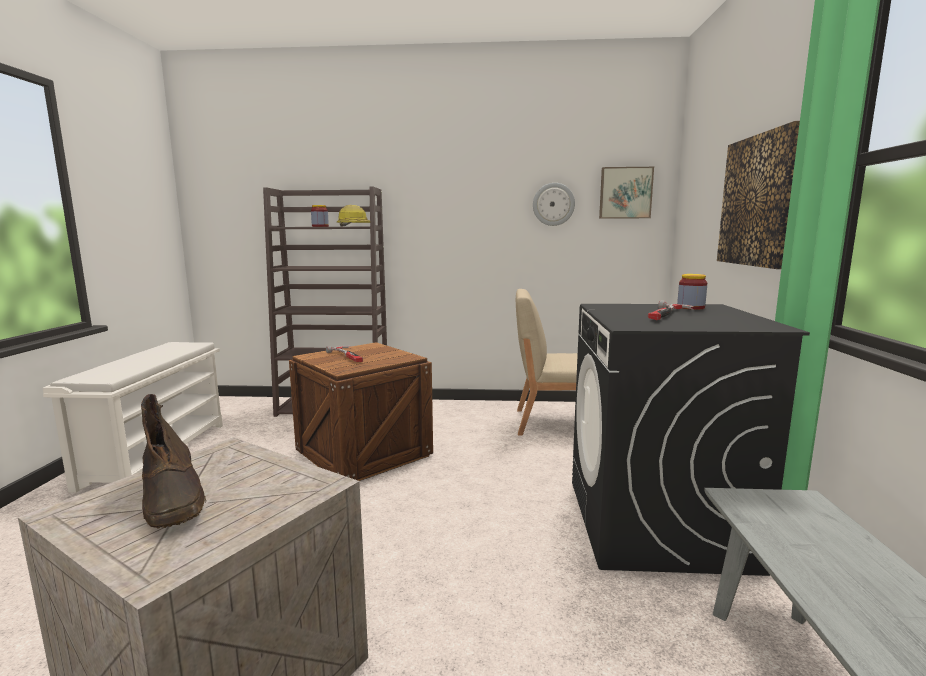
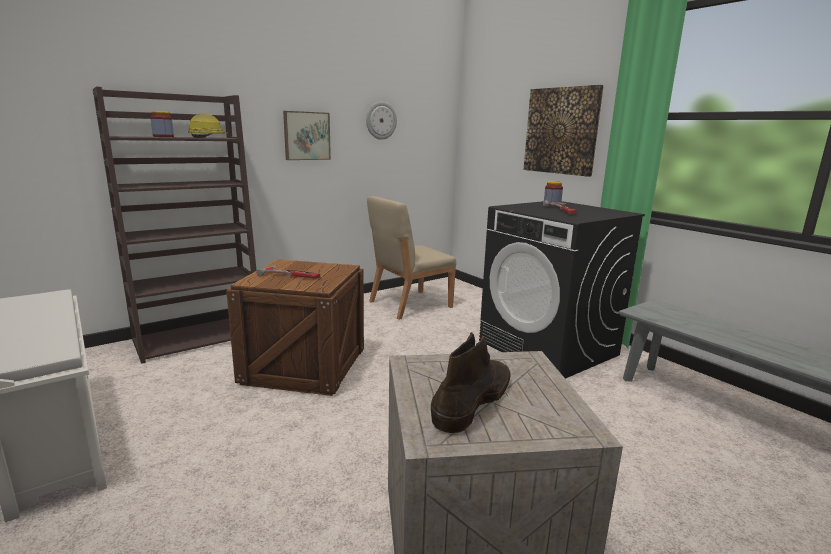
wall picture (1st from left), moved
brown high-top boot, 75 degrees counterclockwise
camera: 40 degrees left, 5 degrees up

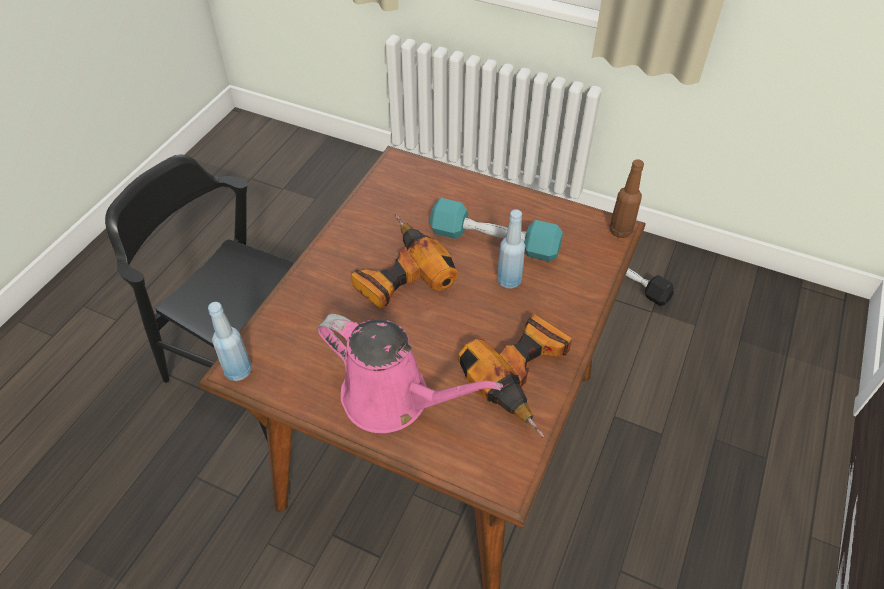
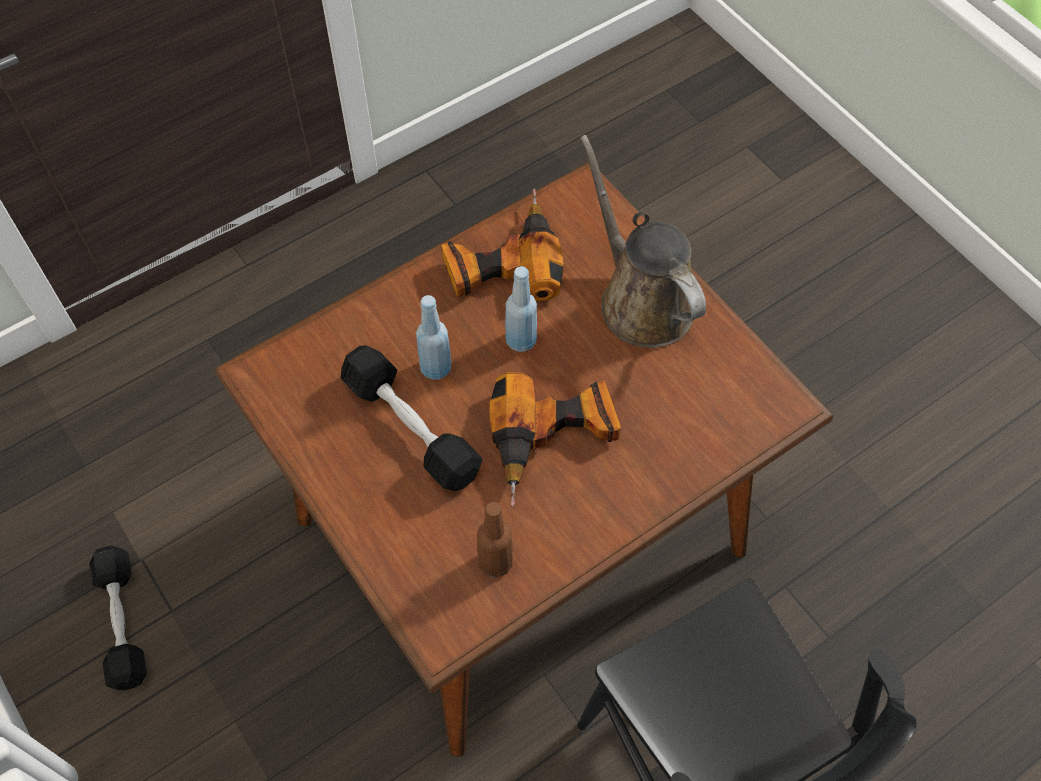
brown drink bottle, moved
blue-green hand weight => black hand weight (2nd from left)
blue-coloured drink bottle (1st from left in the first image) => blue-coloured drink bottle (2nd from left), moved
pink sprinkling can => brown sprinkling can
camera: 150 degrees left, 10 degrees up

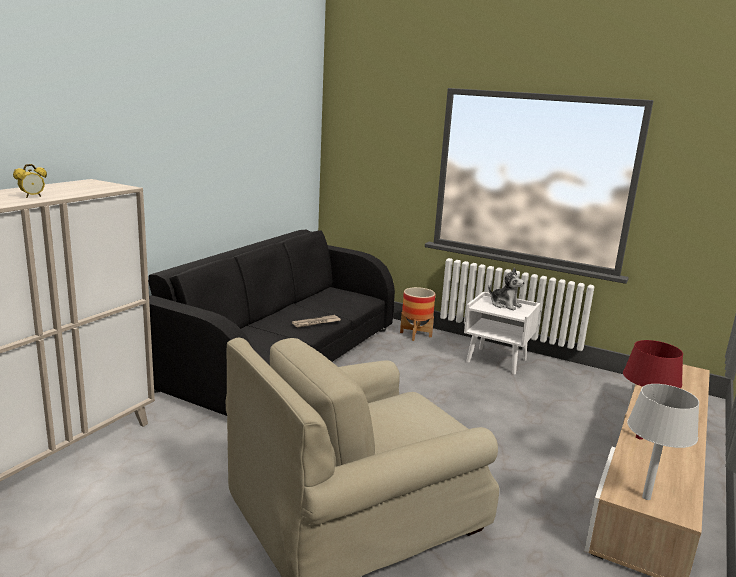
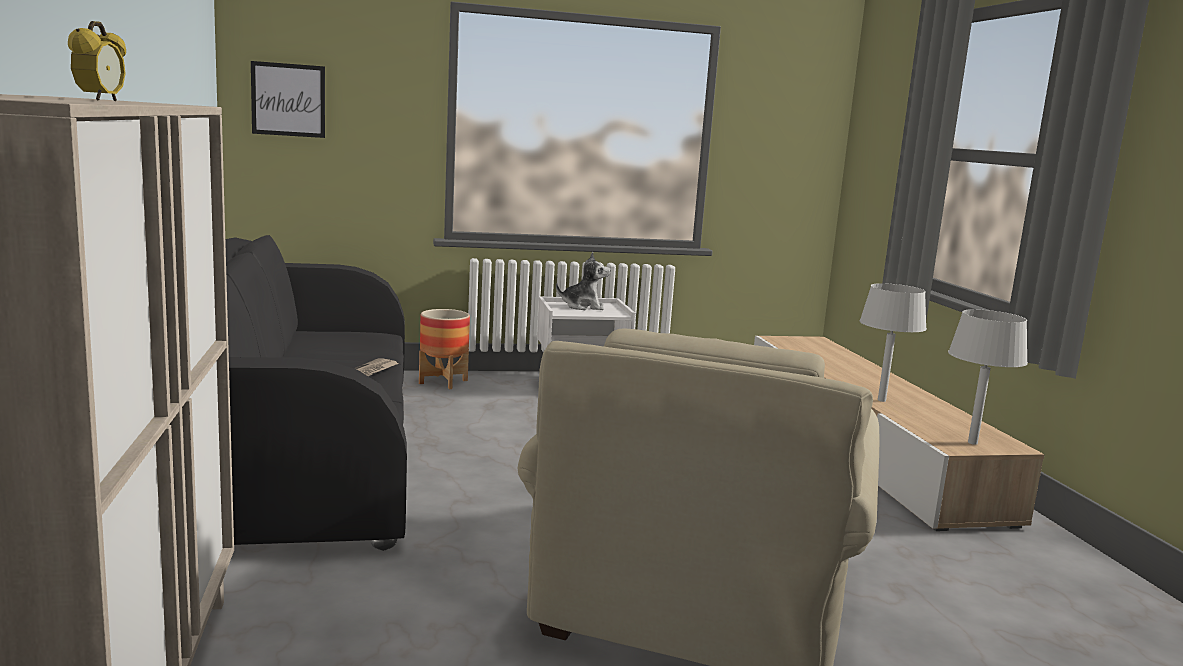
red lamp for a table => greyish lamp for a table (1st from left)
nothing => wall picture
camera: 40 degrees left, 5 degrees down

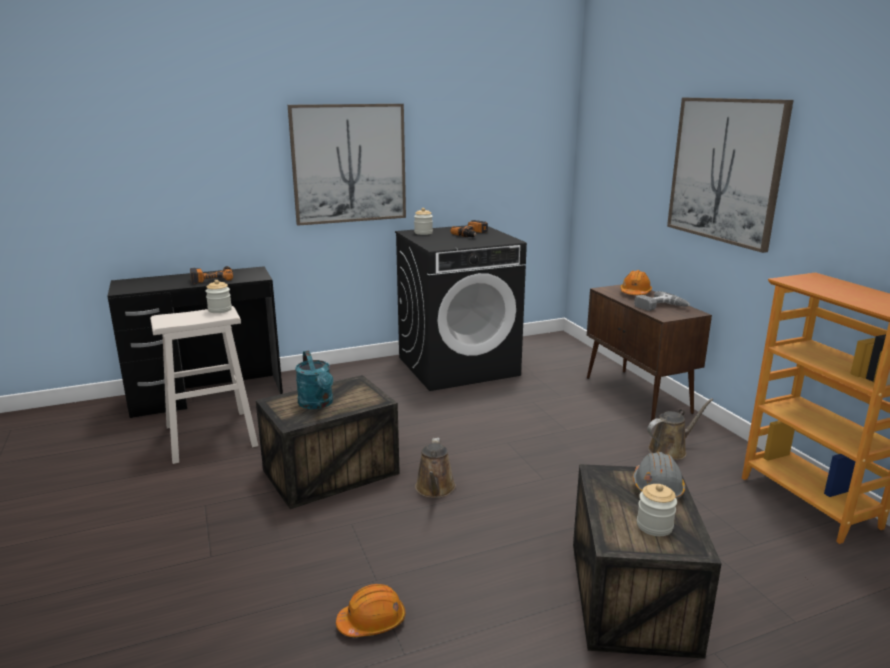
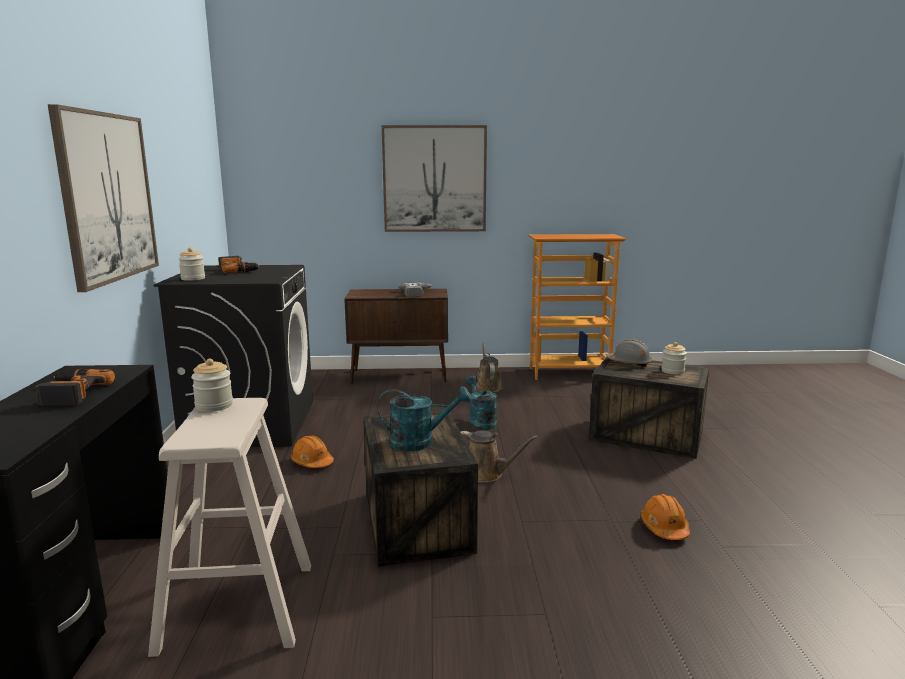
orangey hard hat (2nd from left in the first image) => orangey hard hat (1st from left), moved
nothing => blue-green sprinkling can (2nd from left)
camera: 70 degrees left, 5 degrees down

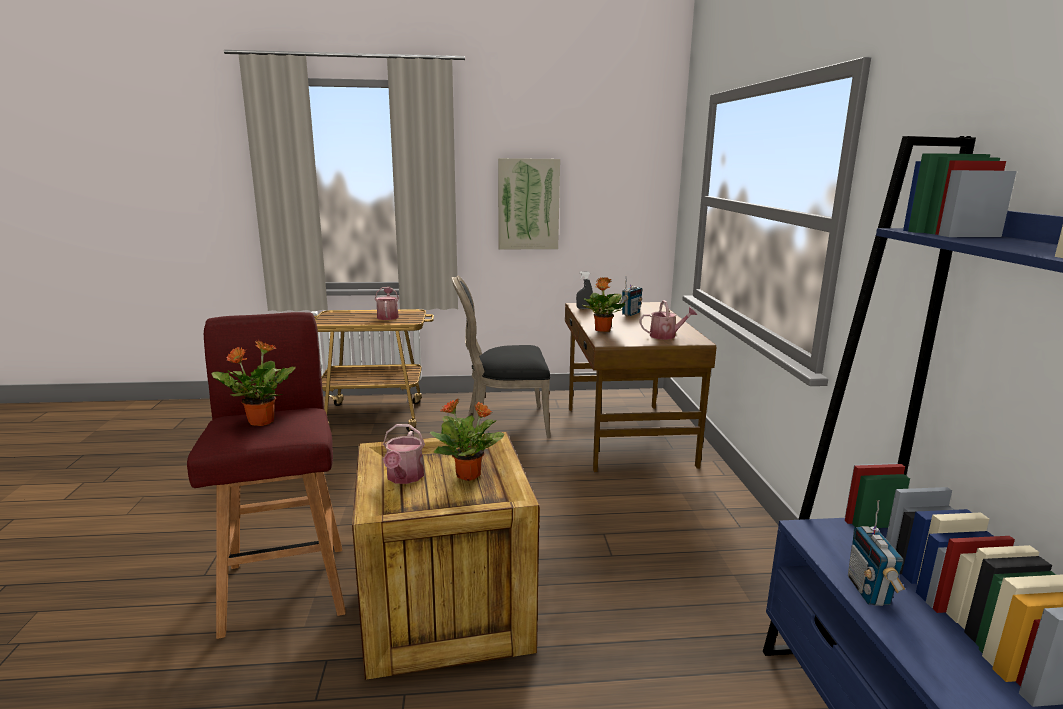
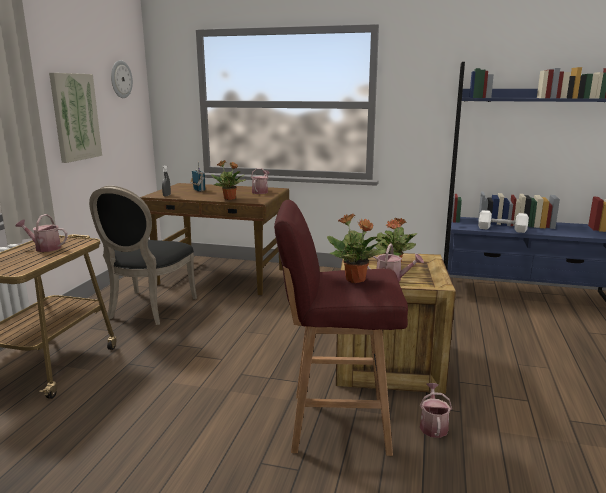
radio set (2nd from left) => white hand weight
nothing => hanging clock
nothing => sprinkling can (4th from left)
camera: 70 degrees left, 0 degrees up

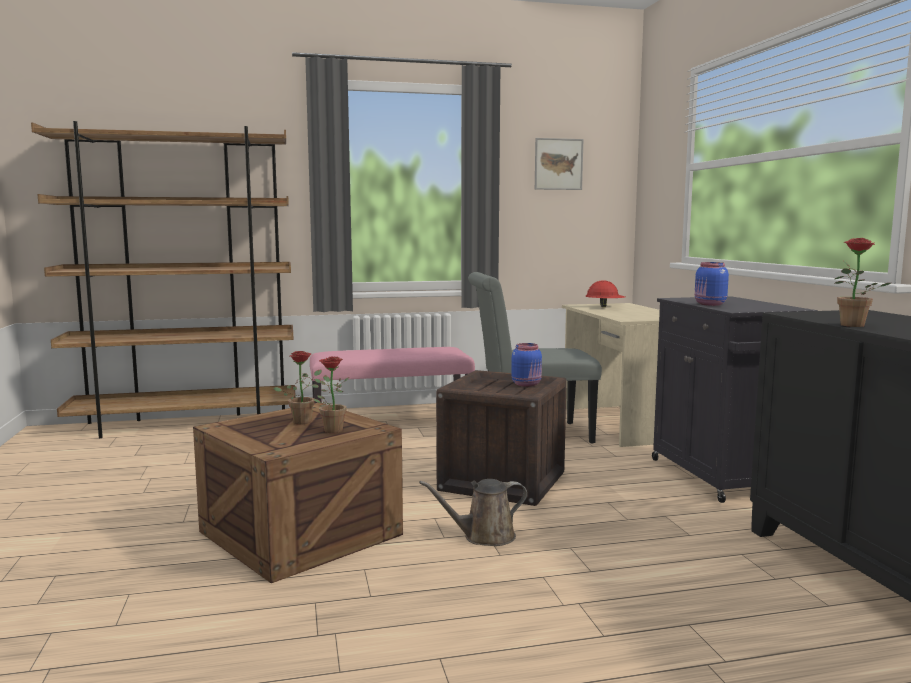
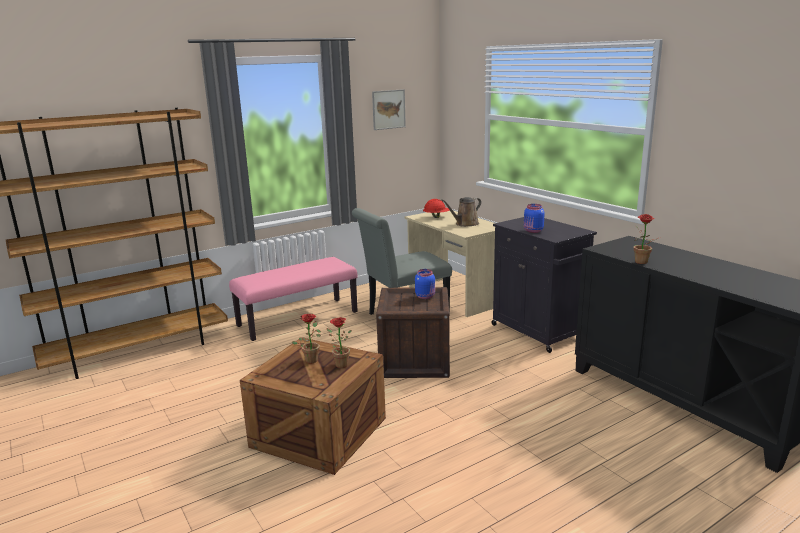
brown sprinkling can, moved
camera: 20 degrees left, 10 degrees up

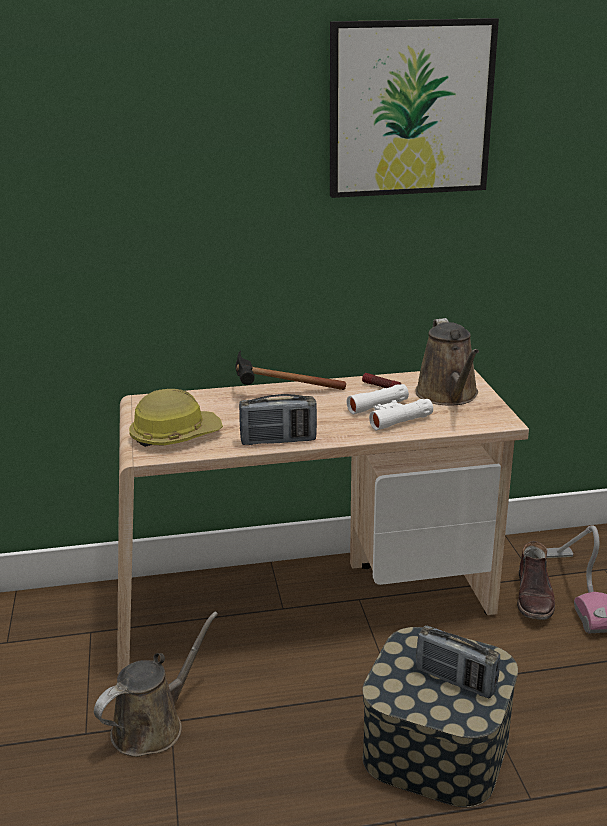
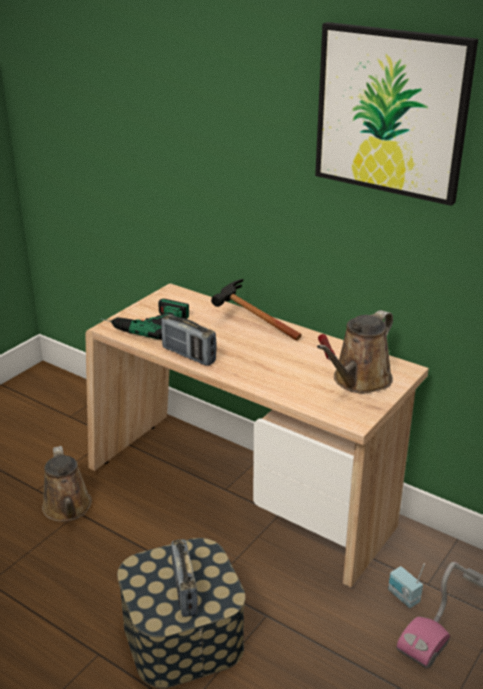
white binoculars => nothing
hard hat => electric drill
brown high-top boot => radio set (3rd from left)
brown sprinkling can (1st from left), 75 degrees clockwise
camera: 45 degrees right, 5 degrees up

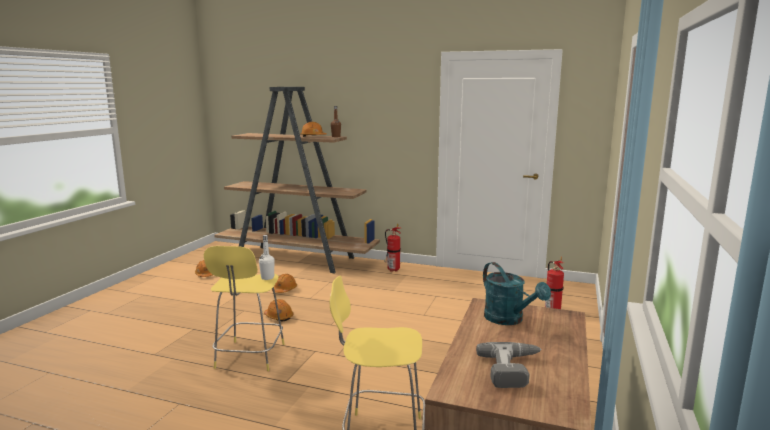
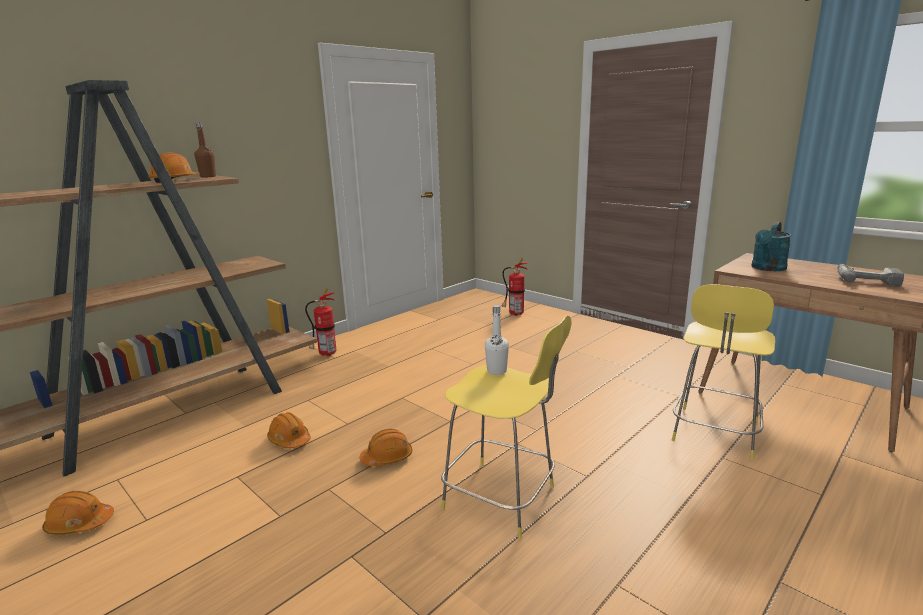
blue-green sprinkling can, 135 degrees clockwise
camera: 65 degrees left, 5 degrees up

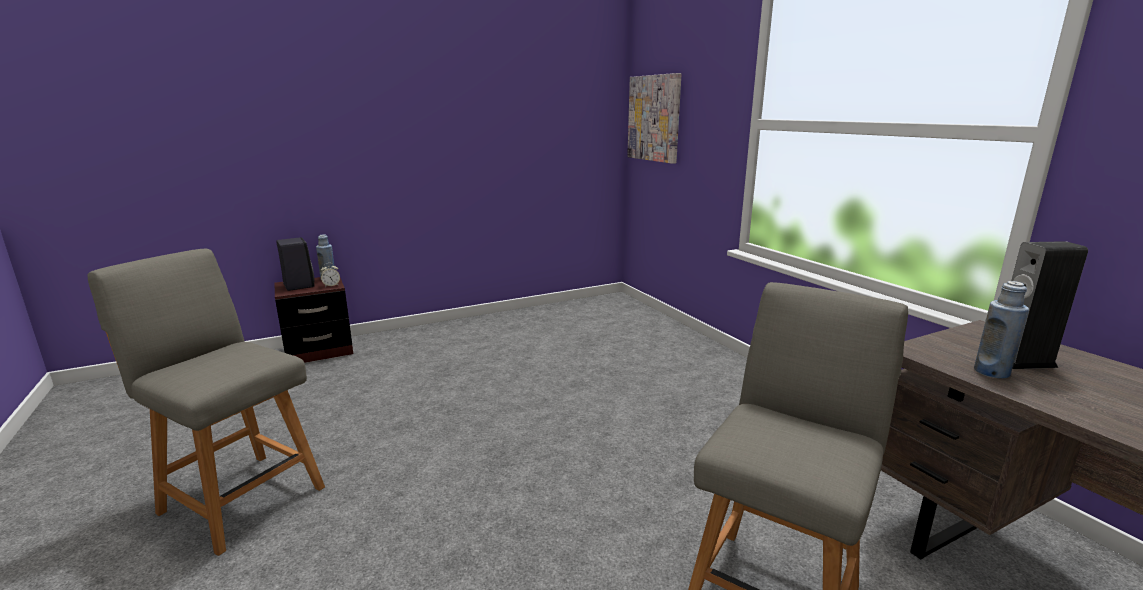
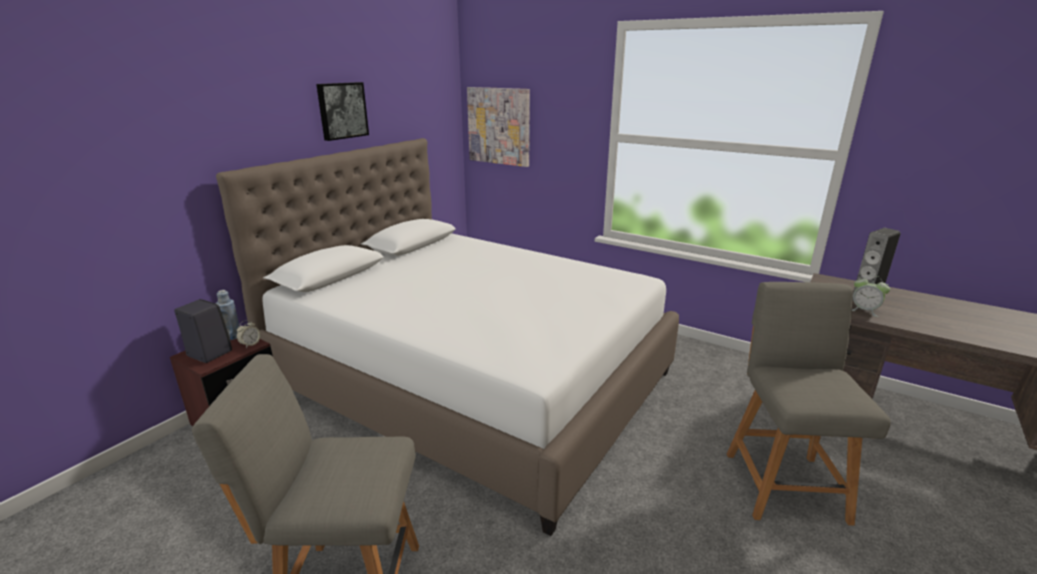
blue-coloured drink bottle (2nd from left) => table clock (2nd from left)
nothing => wall picture (1st from left)
nothing => white sleeping bed
camera: 30 degrees left, 5 degrees up

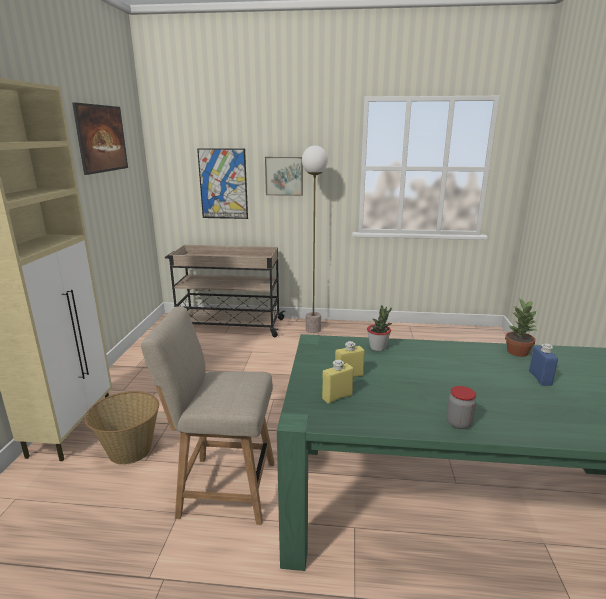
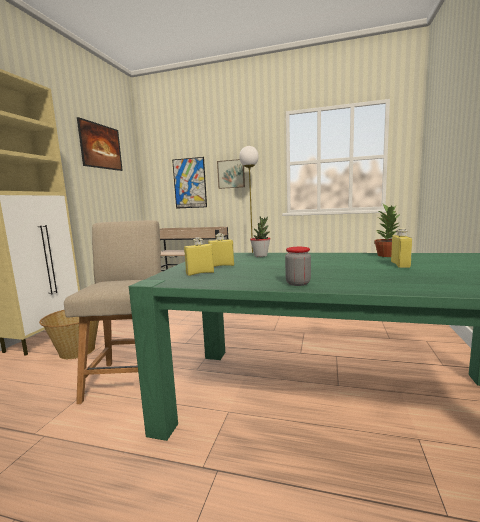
beige-coloured chair, 75 degrees clockwise
blue-coloured drink bottle => yellowish drink bottle (3rd from left)
camera: 10 degrees right, 10 degrees down

